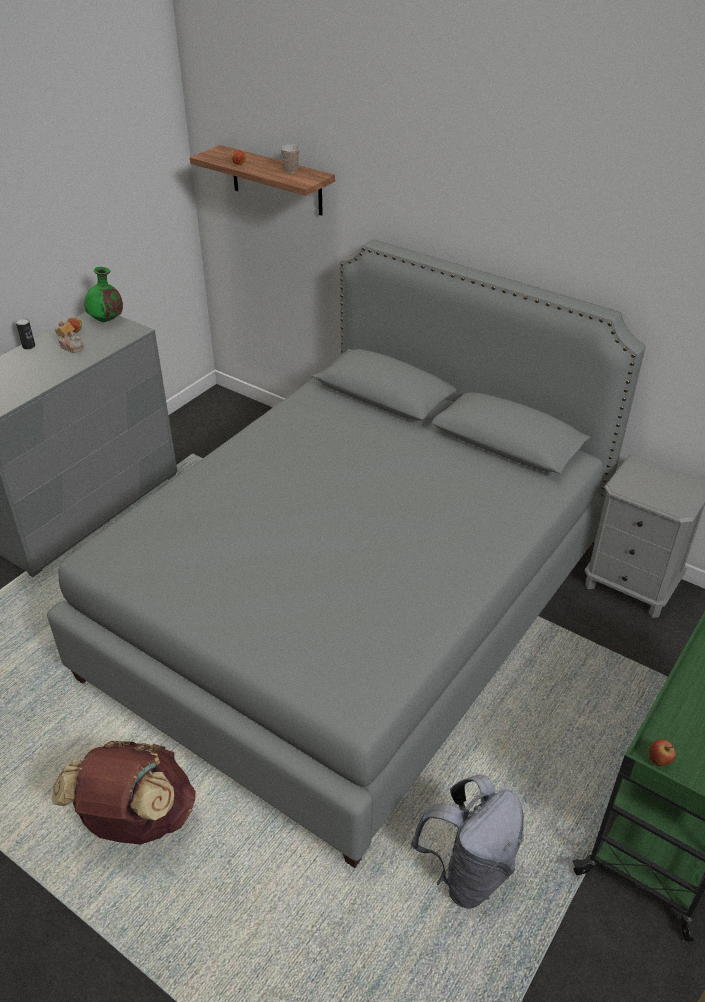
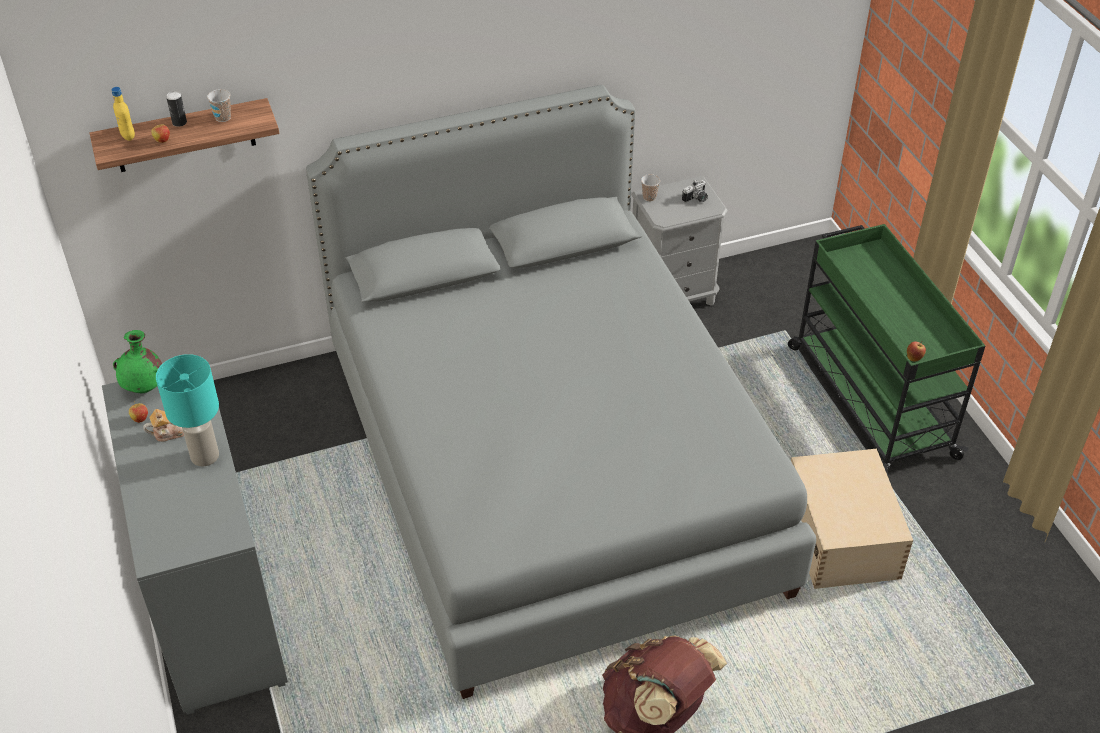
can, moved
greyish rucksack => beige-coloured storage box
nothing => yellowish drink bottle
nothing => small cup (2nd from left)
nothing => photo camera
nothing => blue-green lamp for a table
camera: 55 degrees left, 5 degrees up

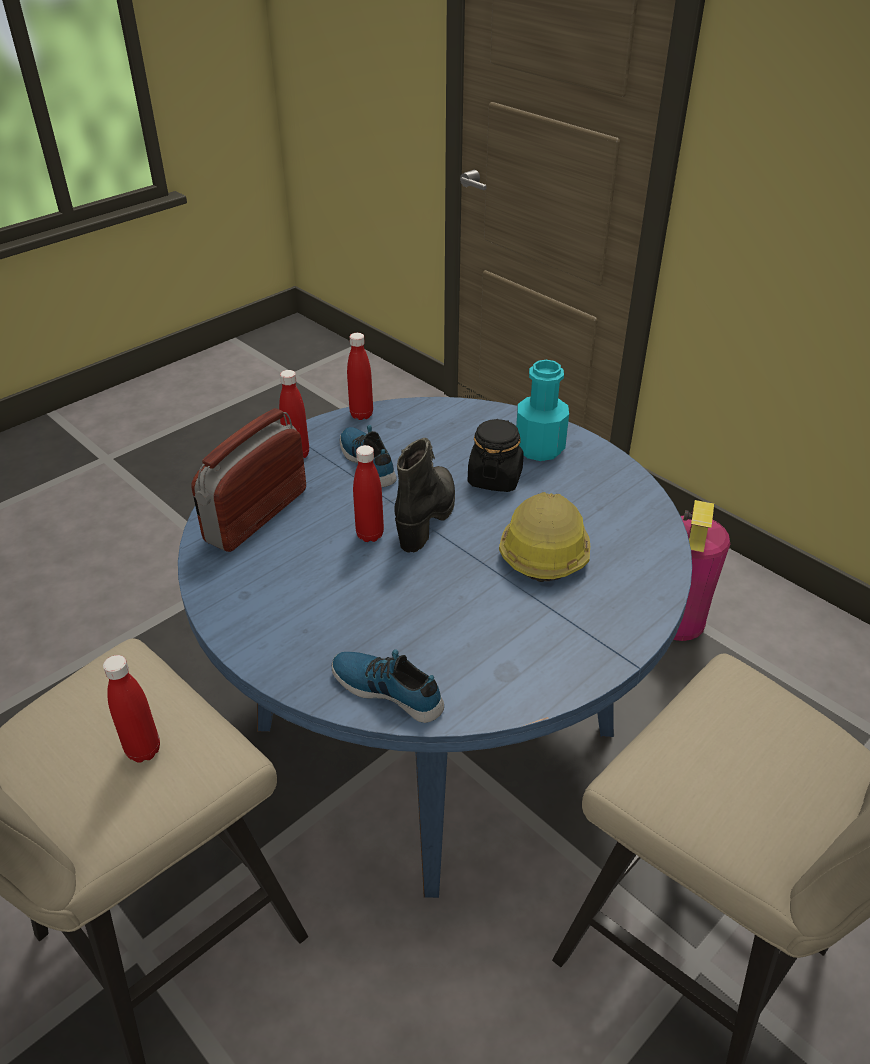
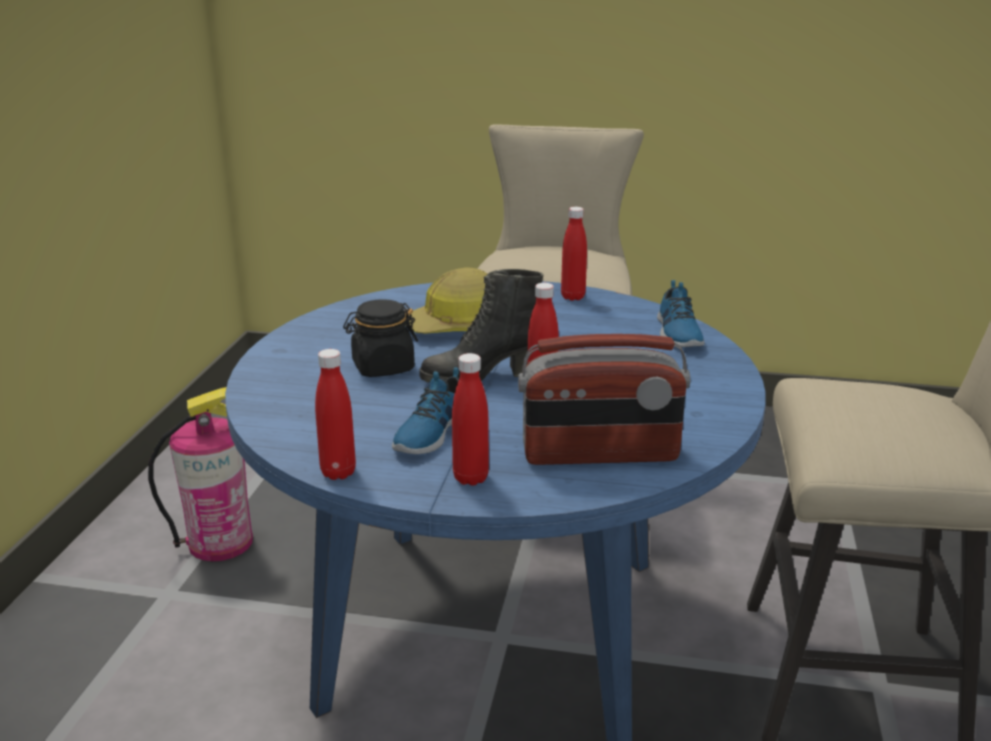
blue-green drink bottle => nothing
red drink bottle (1st from left in the first image) => red drink bottle (4th from left), moved
camera: 125 degrees left, 15 degrees down

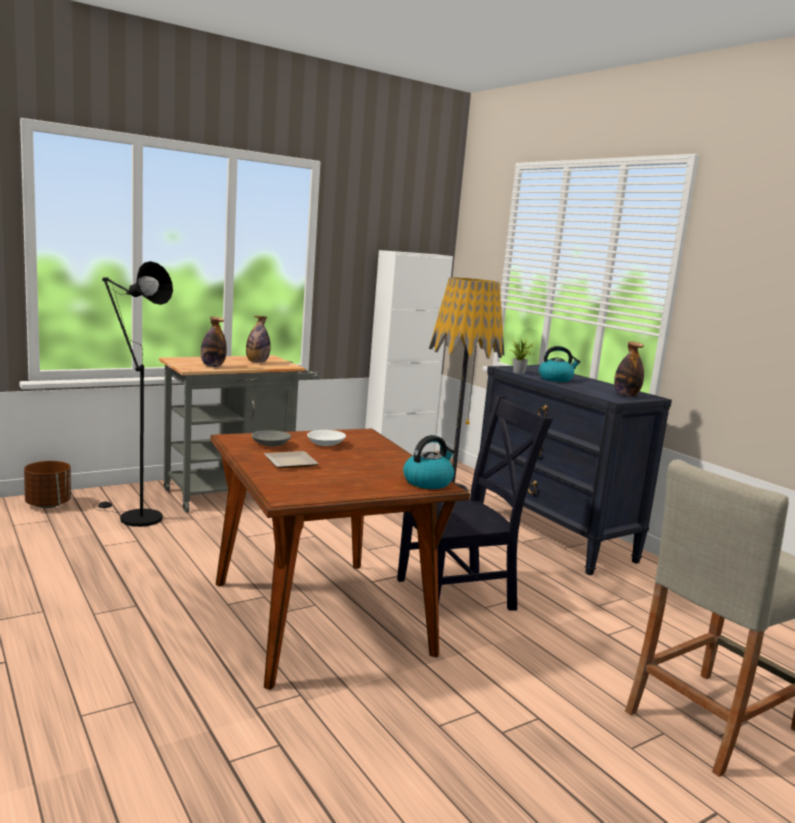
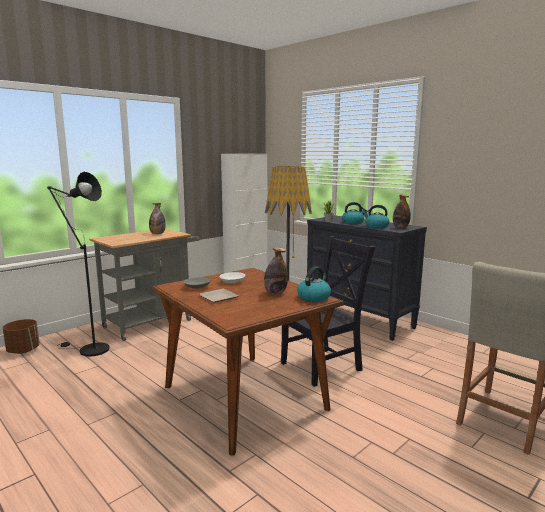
drink bottle (1st from left in the first image) => drink bottle (2nd from left), moved
nothing => kettle (3rd from left)
camera: 10 degrees left, 0 degrees up

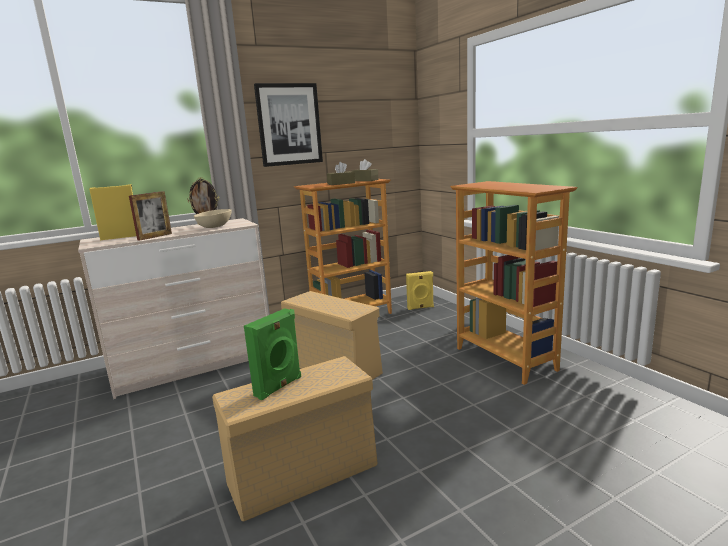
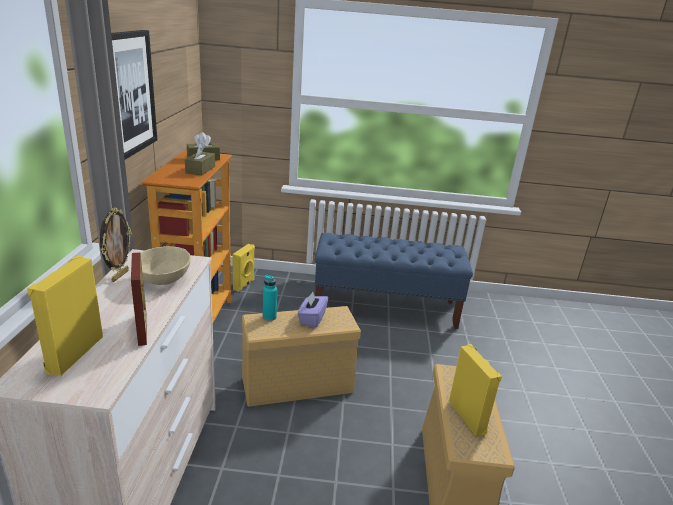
bookcase (2nd from left) => blue-coloured indoor bench
green-coloured speaker => yellowish speaker (3rd from left)
nothing => blue-green drink bottle
nothing => purple-coloured box of tissues
camera: 60 degrees left, 10 degrees up

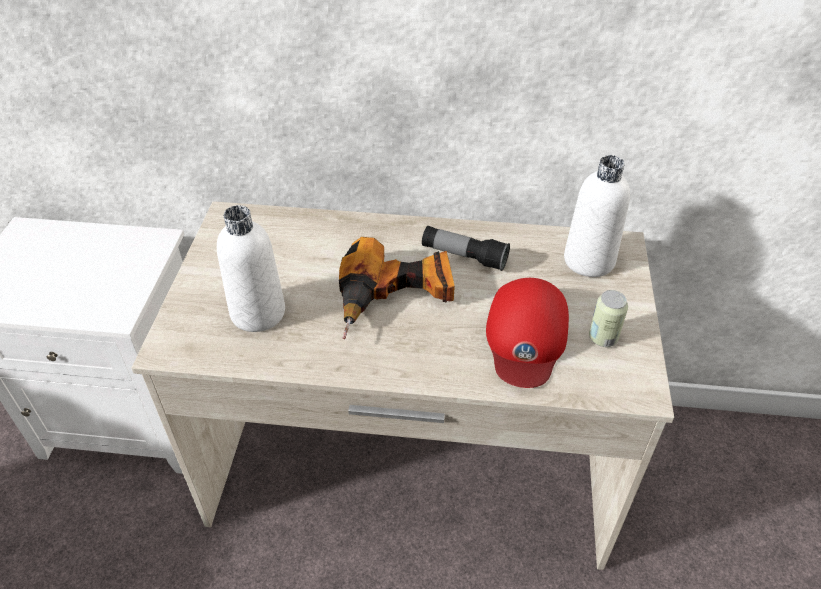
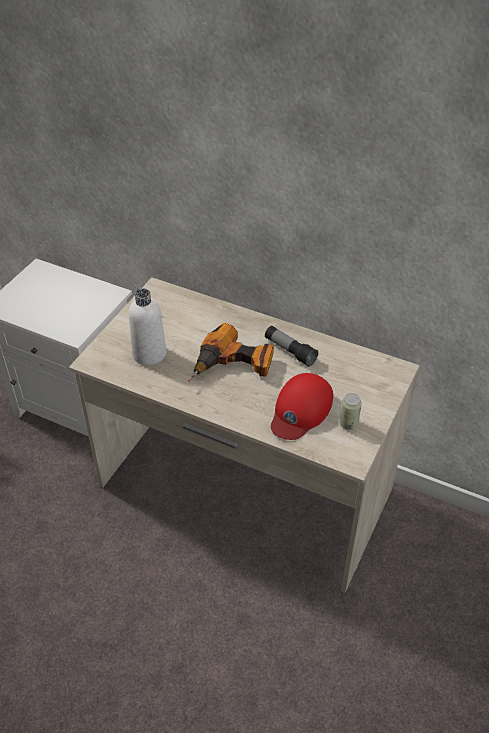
white drink bottle (2nd from left) => nothing
camera: 20 degrees right, 0 degrees up

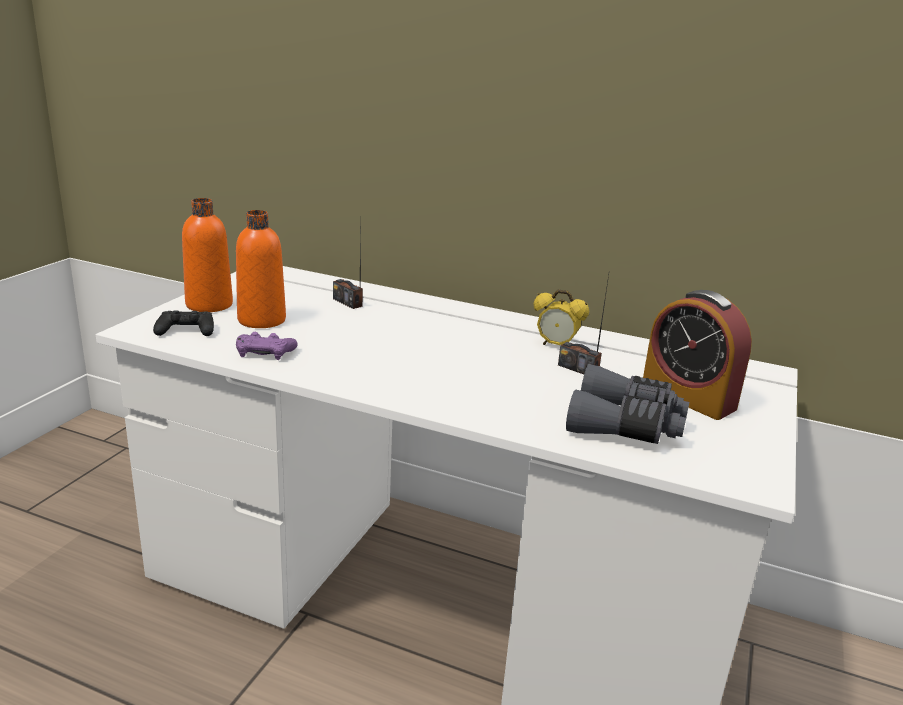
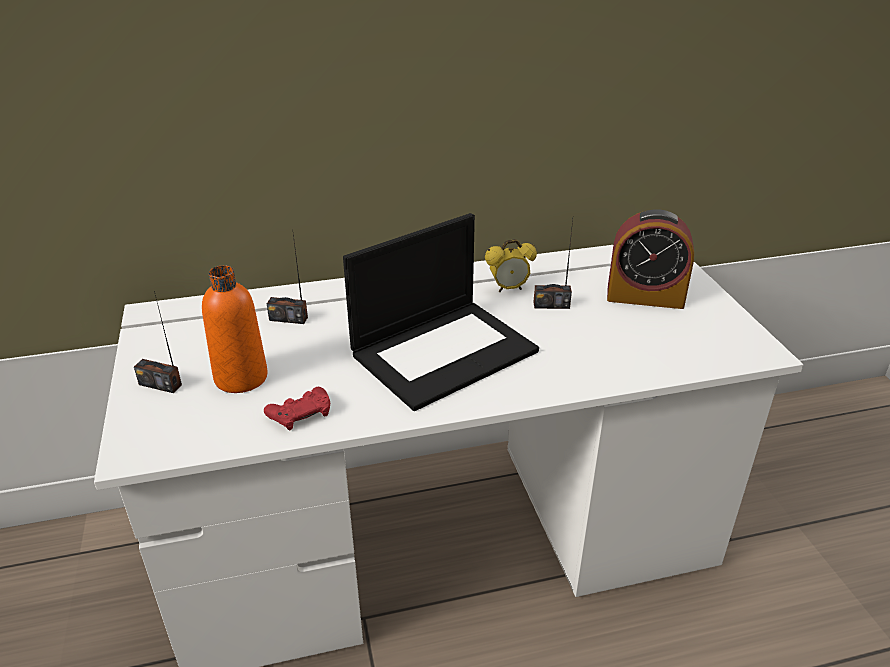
orangey drink bottle (1st from left) => radio set (1st from left)
black joypad => nothing
purple-coloured joypad => red joypad
greyish binoculars => nothing
nothing => laptop
camera: 35 degrees left, 10 degrees up

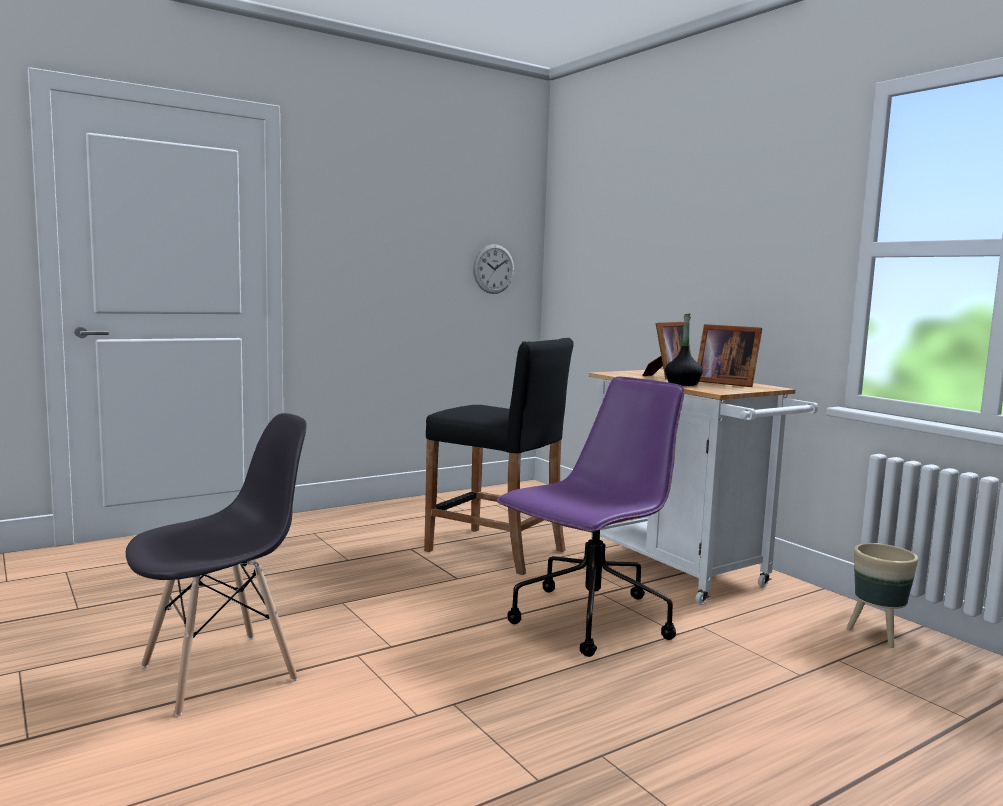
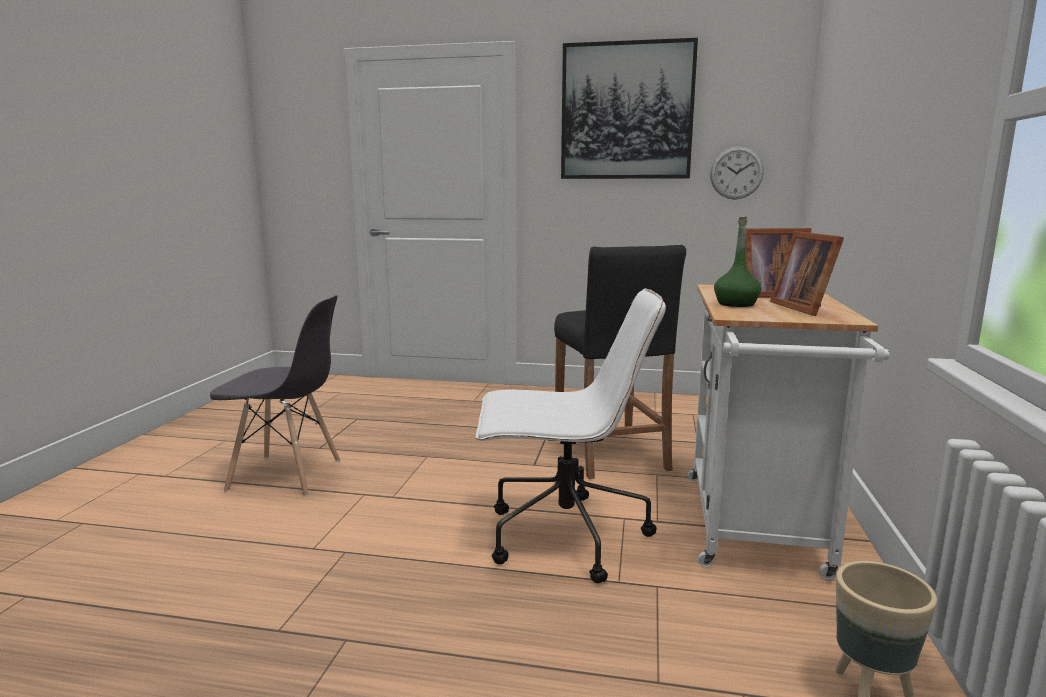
black drink bottle => green-coloured drink bottle
purple-coloured office chair => white office chair
nothing => wall picture
camera: 45 degrees right, 5 degrees up

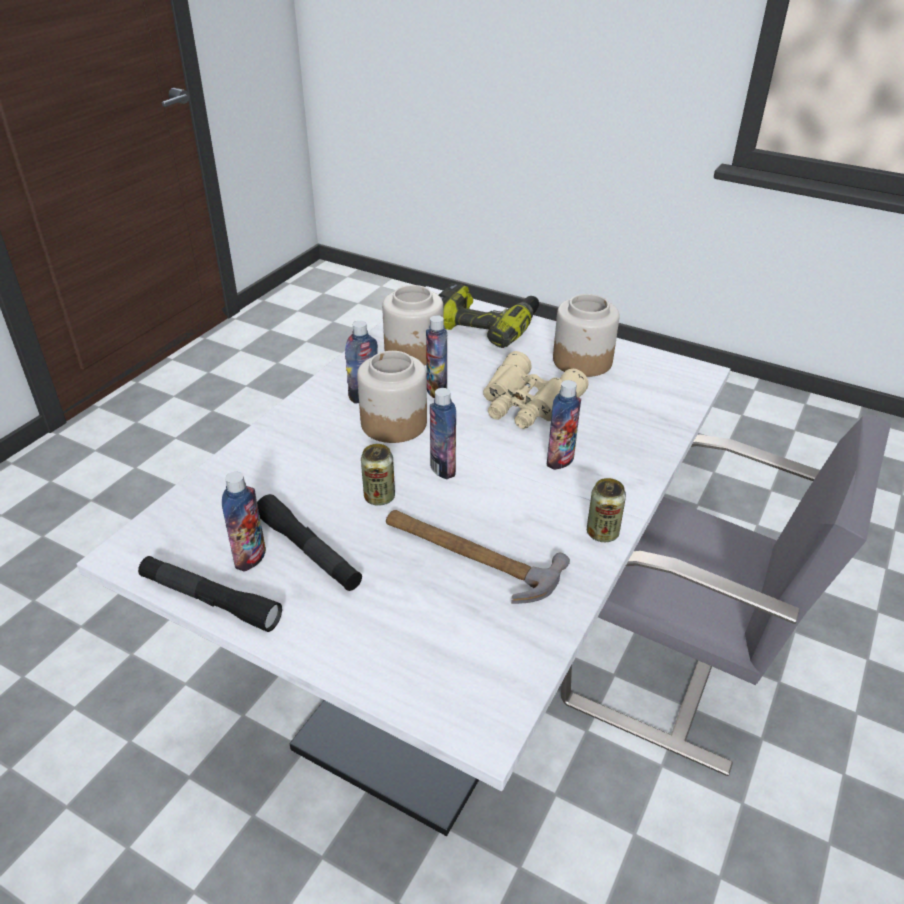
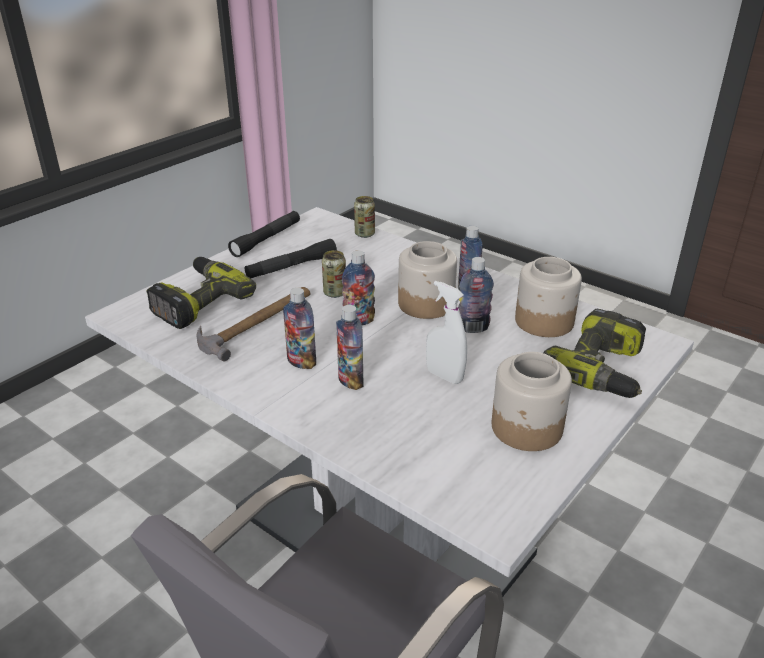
beige-coloured binoculars => white sprayer
drink bottle (1st from left), moved
can (2nd from left), moved
nothing => electric drill (1st from left)
camera: 100 degrees right, 5 degrees down

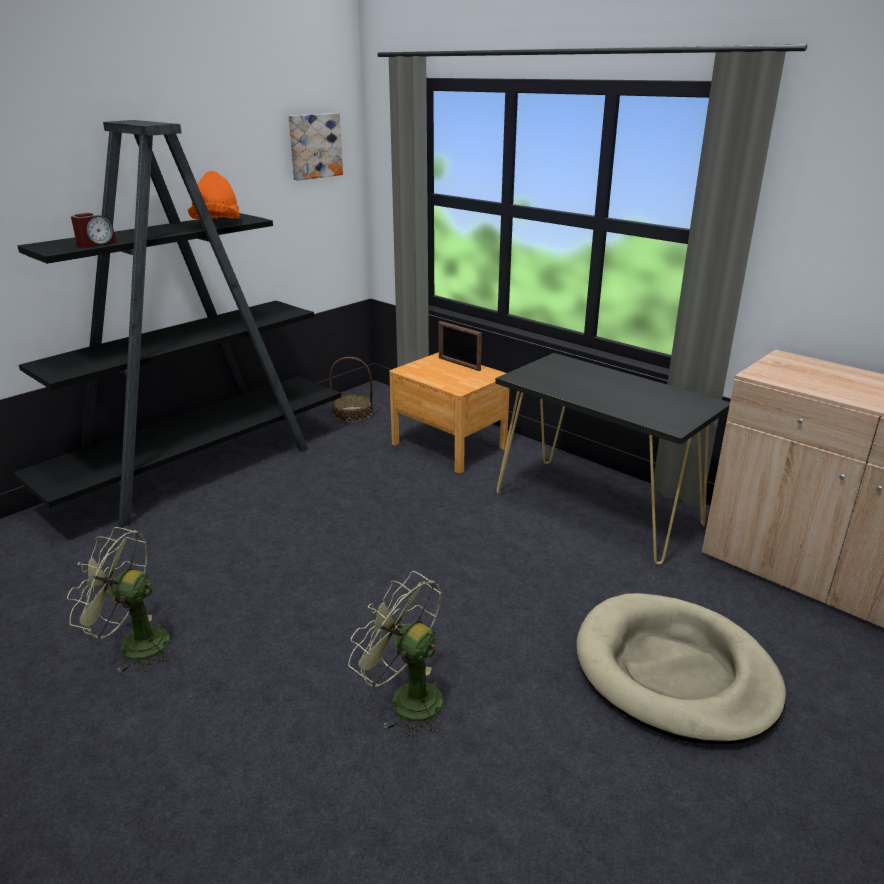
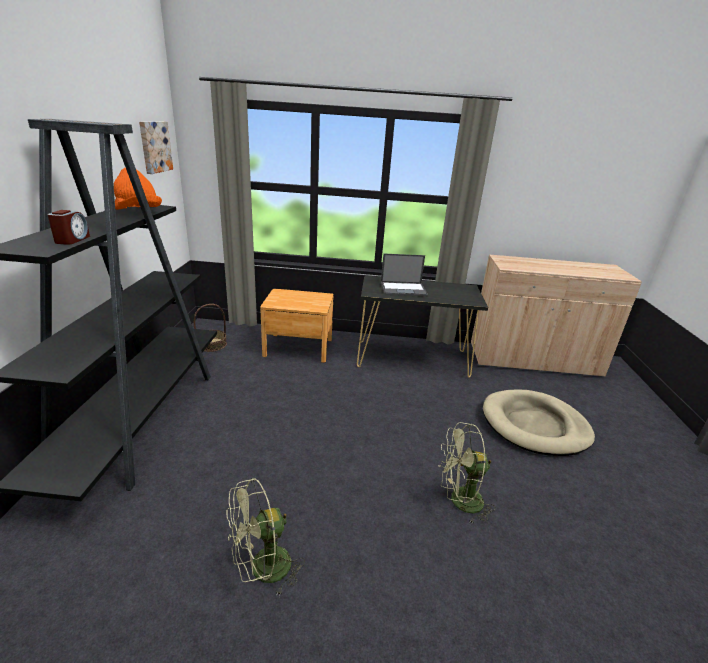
photo frame => nothing
nothing => laptop
camera: 40 degrees left, 0 degrees up

